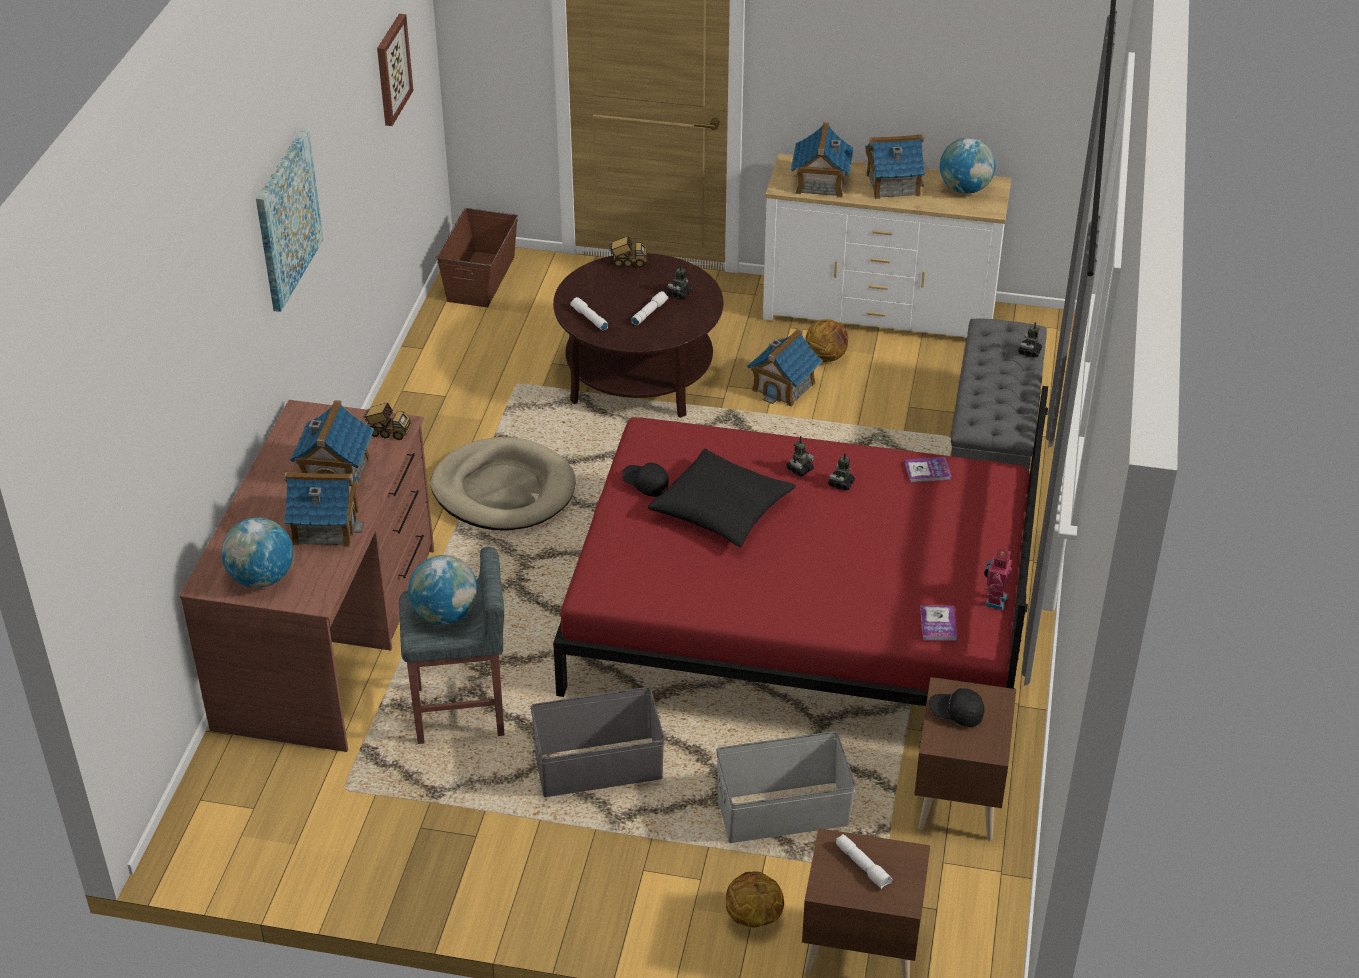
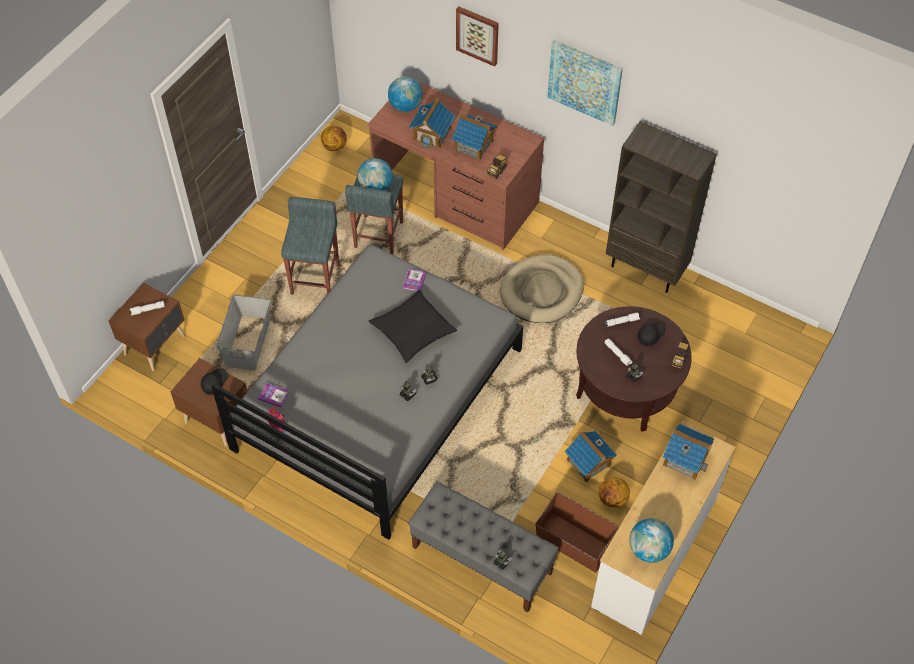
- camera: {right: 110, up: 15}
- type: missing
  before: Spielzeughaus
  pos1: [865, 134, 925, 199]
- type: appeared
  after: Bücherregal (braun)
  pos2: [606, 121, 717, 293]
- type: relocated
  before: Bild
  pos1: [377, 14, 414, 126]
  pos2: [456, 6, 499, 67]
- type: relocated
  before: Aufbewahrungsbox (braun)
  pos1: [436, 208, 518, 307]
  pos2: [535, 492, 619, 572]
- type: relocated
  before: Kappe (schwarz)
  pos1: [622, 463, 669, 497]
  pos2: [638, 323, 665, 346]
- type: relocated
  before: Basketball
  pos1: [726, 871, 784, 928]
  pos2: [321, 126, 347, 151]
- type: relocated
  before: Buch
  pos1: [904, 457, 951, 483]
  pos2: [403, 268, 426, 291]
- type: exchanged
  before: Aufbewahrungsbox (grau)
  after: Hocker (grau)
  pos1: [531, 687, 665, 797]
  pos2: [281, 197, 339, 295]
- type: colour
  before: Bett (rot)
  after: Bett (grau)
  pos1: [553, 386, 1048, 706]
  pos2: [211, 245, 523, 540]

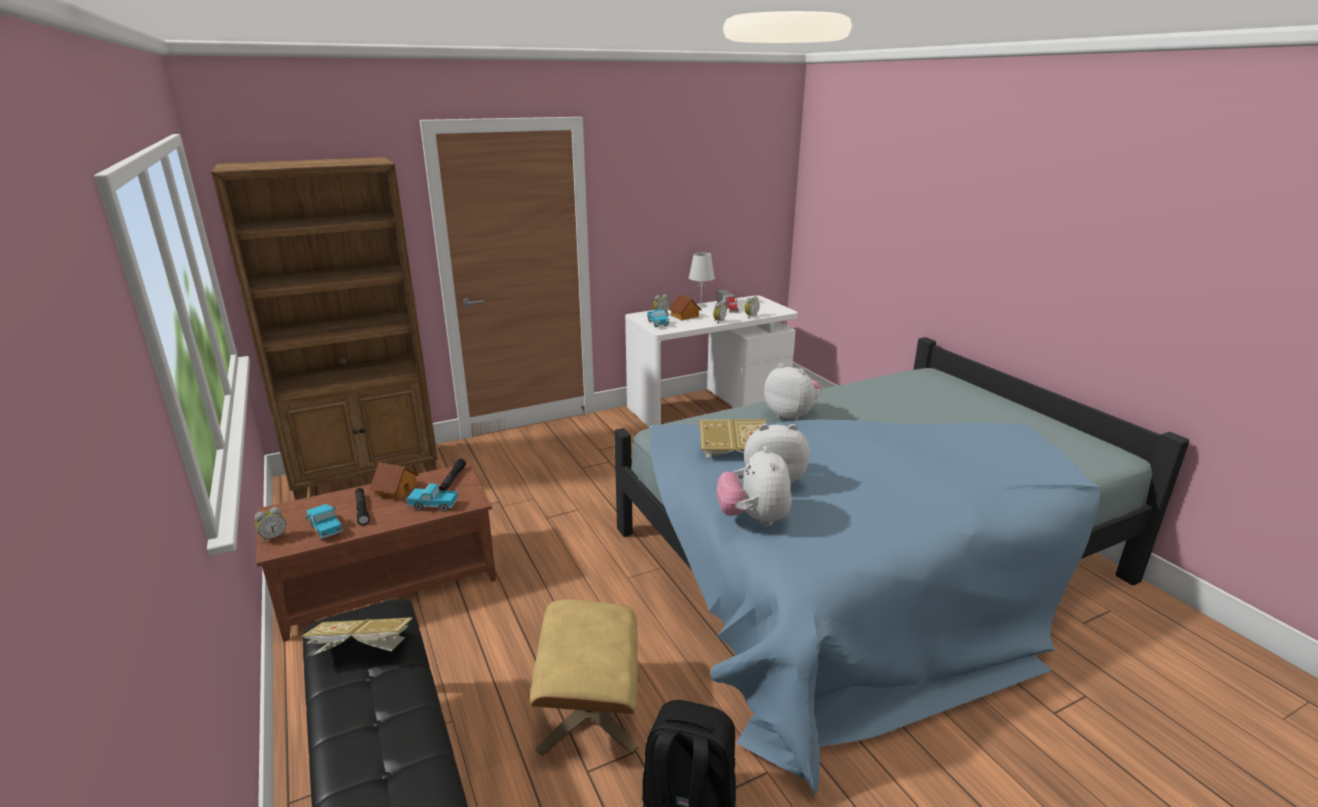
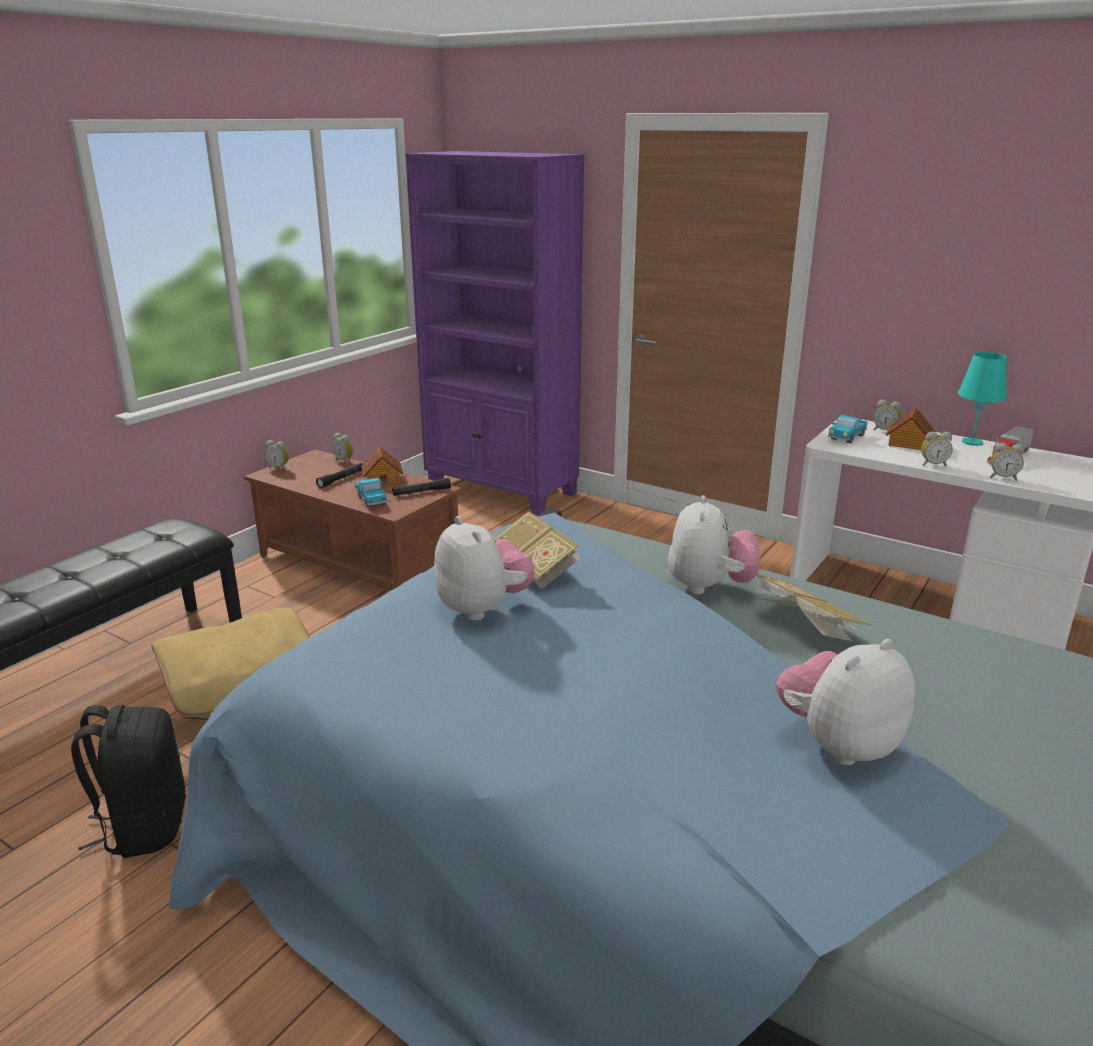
- camera: {right: 60, up: 0}
- type: missing
  before: Spielzeuglaster
  pos1: [305, 504, 343, 540]
- type: appeared
  after: Wecker
  pos2: [332, 433, 353, 464]
- type: relocated
  before: Buch
  pos1: [301, 617, 413, 656]
  pos2: [754, 573, 871, 642]
- type: relocated
  before: Plüschtier
  pos1: [717, 446, 792, 526]
  pos2: [776, 639, 915, 765]
- type: colour
  before: Bücherregal (braun)
  after: Bücherregal (lila)
  pos1: [211, 157, 438, 500]
  pos2: [405, 151, 585, 515]
- type: colour
  before: Tischlampe (weiß)
  after: Tischlampe (türkis)
  pos1: [689, 252, 715, 308]
  pos2: [958, 352, 1007, 446]

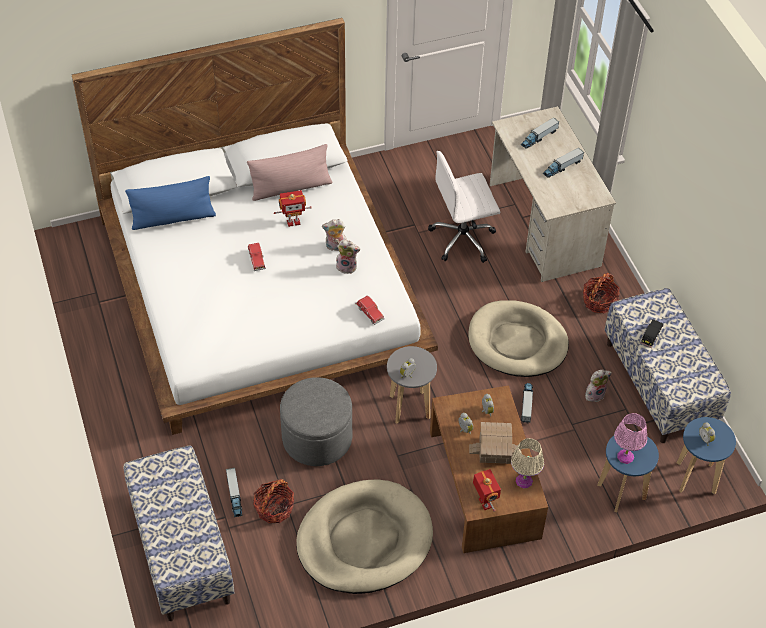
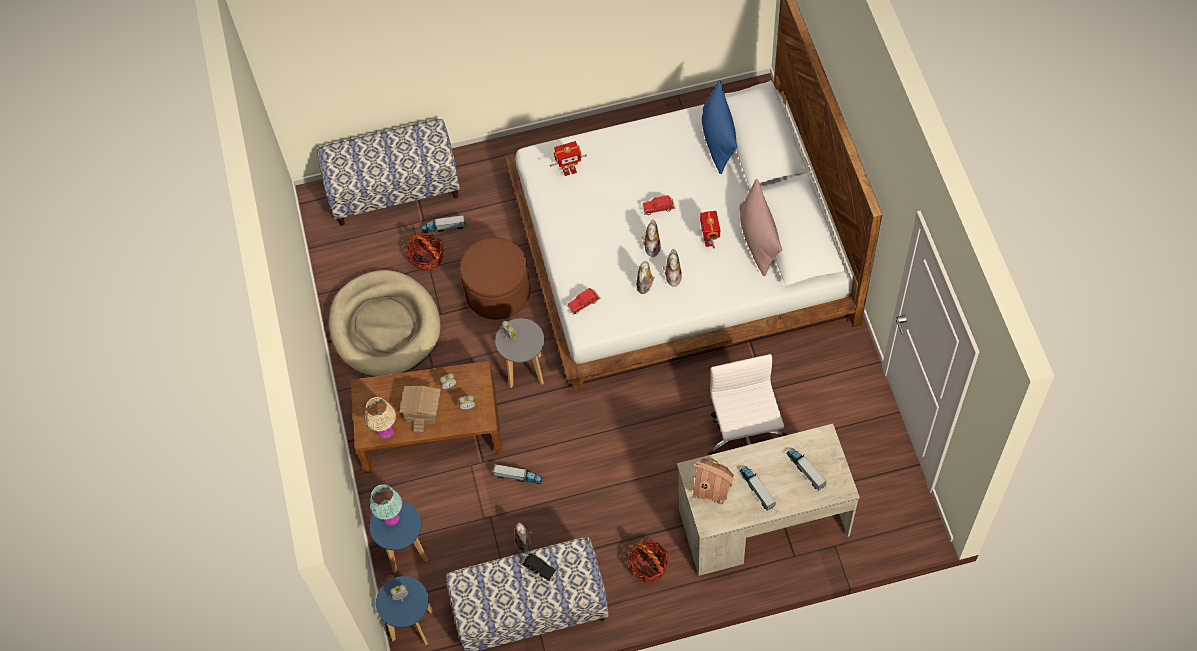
- camera: {right: 100, up: 10}
- type: missing
  before: Hundebett (beige)
  pos1: [468, 300, 569, 377]
- type: appeared
  after: Plüschtier
  pos2: [642, 219, 661, 257]
- type: appeared
  after: Spielzeughaus
  pos2: [693, 458, 734, 504]
- type: relocated
  before: Spielzeugroboter
  pos1: [473, 469, 501, 512]
  pos2: [550, 141, 587, 176]
- type: colour
  before: Polsterhocker (grau)
  after: Polsterhocker (braun)
  pos1: [280, 377, 352, 466]
  pos2: [460, 237, 531, 320]
- type: colour
  before: Tischlampe (rosa)
  after: Tischlampe (türkis)
  pos1: [614, 413, 647, 464]
  pos2: [370, 484, 402, 525]

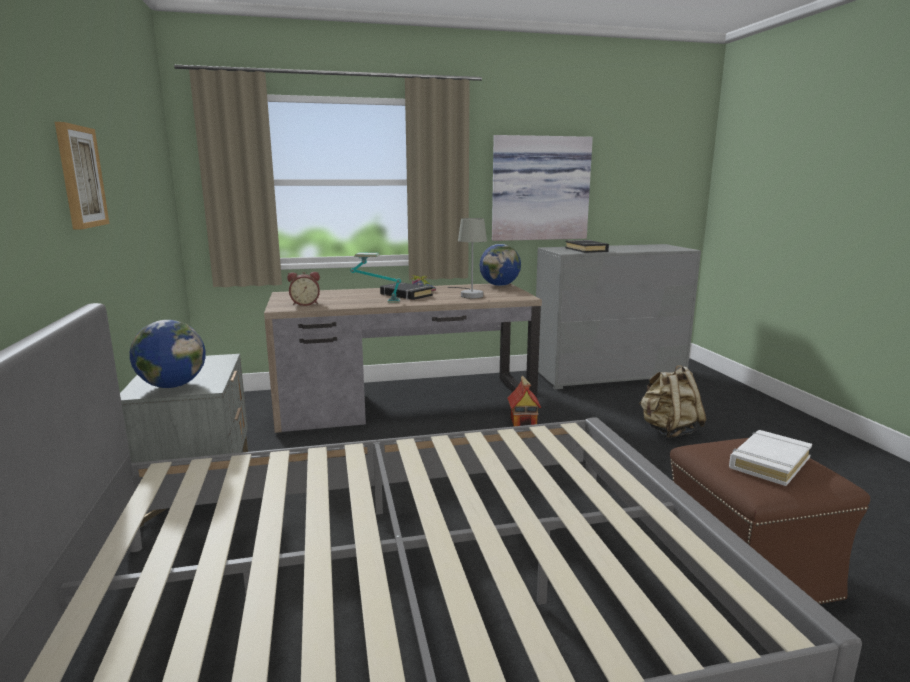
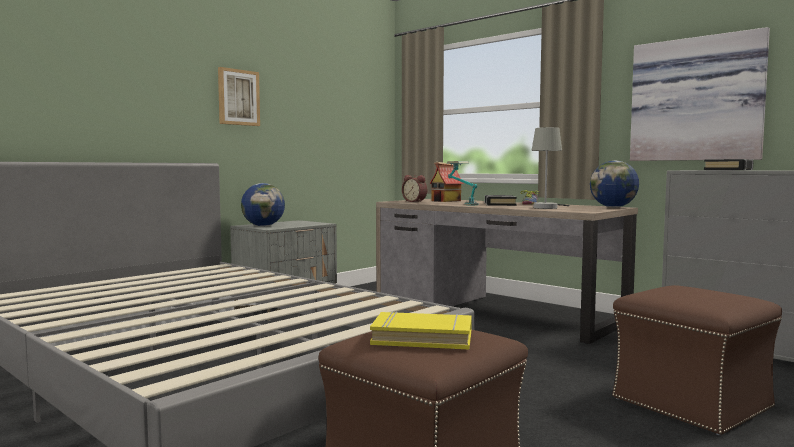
- camera: {right: 55, up: -10}
- type: relocated
  before: Spielzeughaus
  pos1: [507, 375, 541, 426]
  pos2: [429, 162, 464, 202]
- type: exchanged
  before: Rucksack (beige)
  after: Polsterhocker (braun)
  pos1: [639, 365, 706, 438]
  pos2: [612, 285, 782, 435]
- type: colour
  before: Buch (weiß)
  after: Buch (gelb)
  pos1: [729, 430, 812, 486]
  pos2: [370, 311, 472, 349]

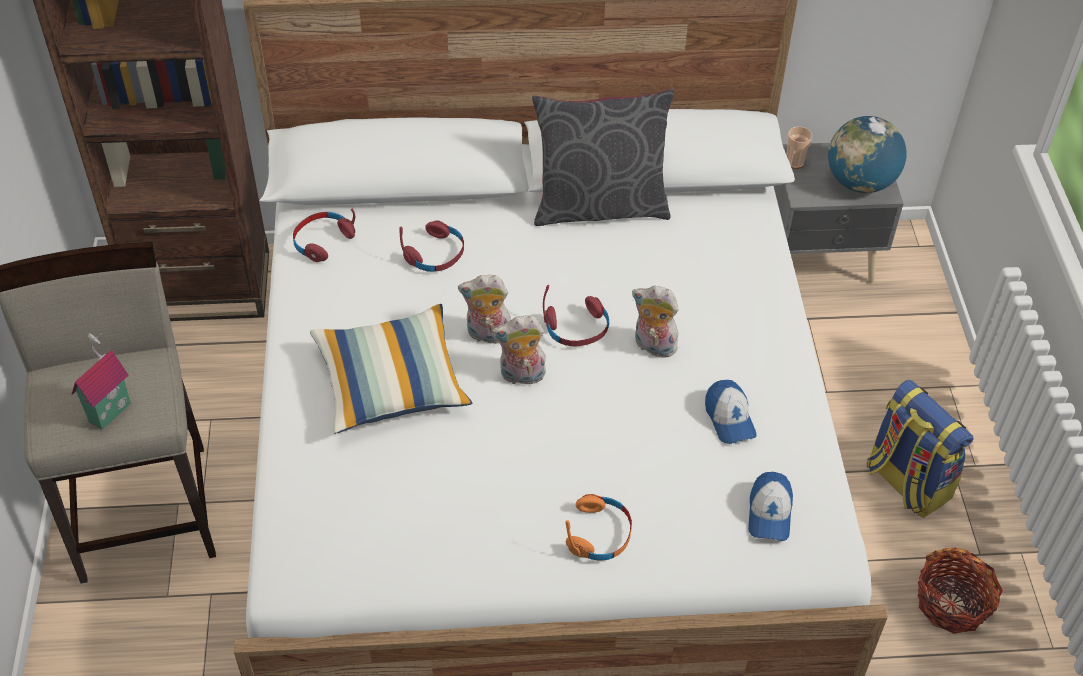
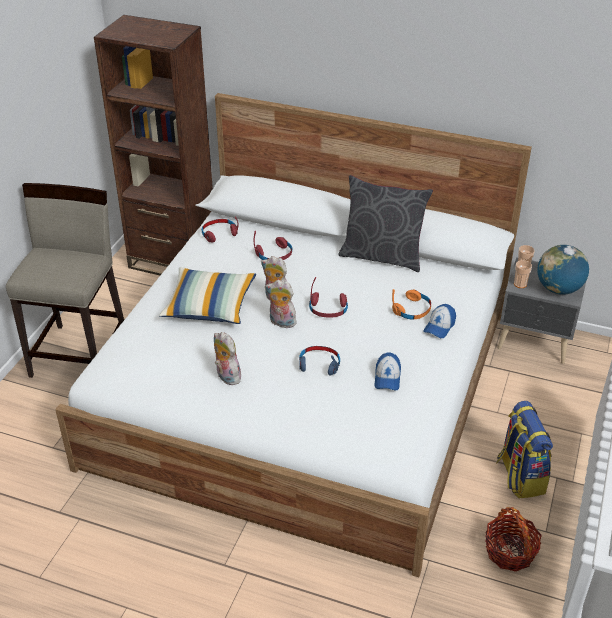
- camera: {right: 25, up: -10}
- type: missing
  before: Spielzeughaus
  pos1: [71, 333, 131, 430]
- type: appeared
  after: Kopfhörer (blau)
  pos2: [299, 346, 340, 375]
- type: appeared
  after: Tasse
  pos2: [514, 260, 532, 288]
- type: relocated
  before: Kopfhörer (orange)
  pos1: [566, 494, 632, 561]
  pos2: [392, 289, 431, 319]
- type: relocated
  before: Plüschtier
  pos1: [632, 286, 679, 358]
  pos2: [214, 332, 244, 385]
- type: relocated
  before: Kappe
  pos1: [748, 472, 793, 541]
  pos2: [423, 304, 456, 338]

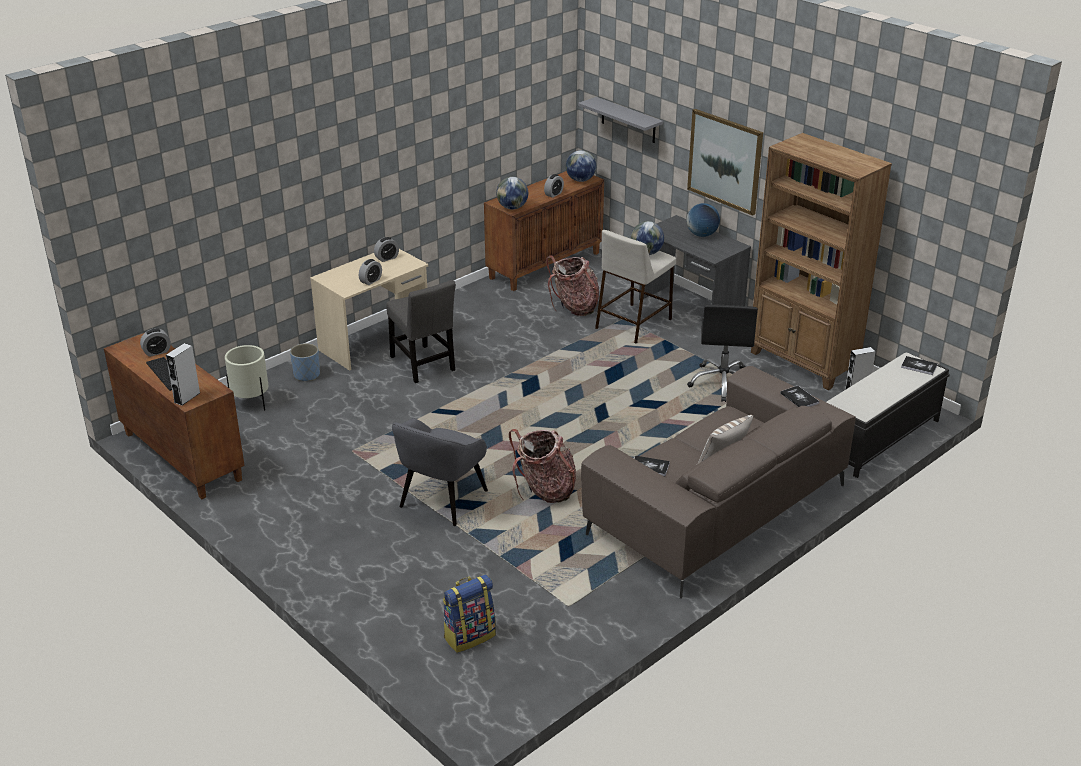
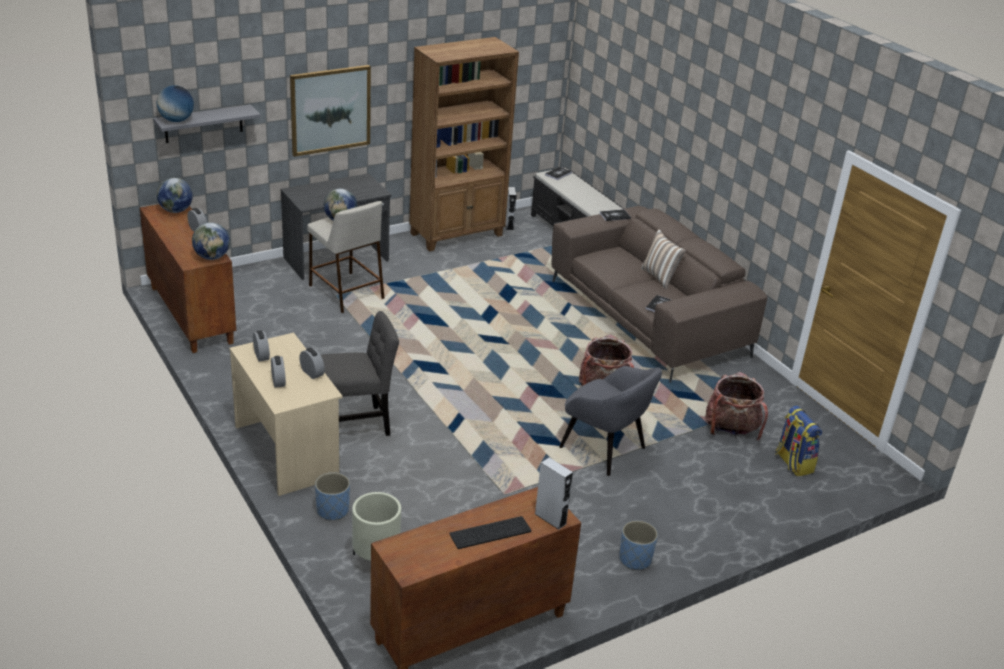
- camera: {right: -80, up: 0}
- type: missing
  before: Bürostuhl (schwarz)
  pos1: [687, 304, 758, 402]
- type: appeared
  after: Pflanzkübel (blau)
  pos2: [619, 520, 658, 570]
- type: relocated
  before: Wecker
  pos1: [140, 328, 171, 357]
  pos2: [271, 356, 286, 388]
- type: relocated
  before: Rucksack
  pos1: [546, 255, 599, 316]
  pos2: [705, 372, 768, 441]
- type: relocated
  before: Globus
  pos1: [686, 203, 720, 237]
  pos2: [157, 85, 194, 122]

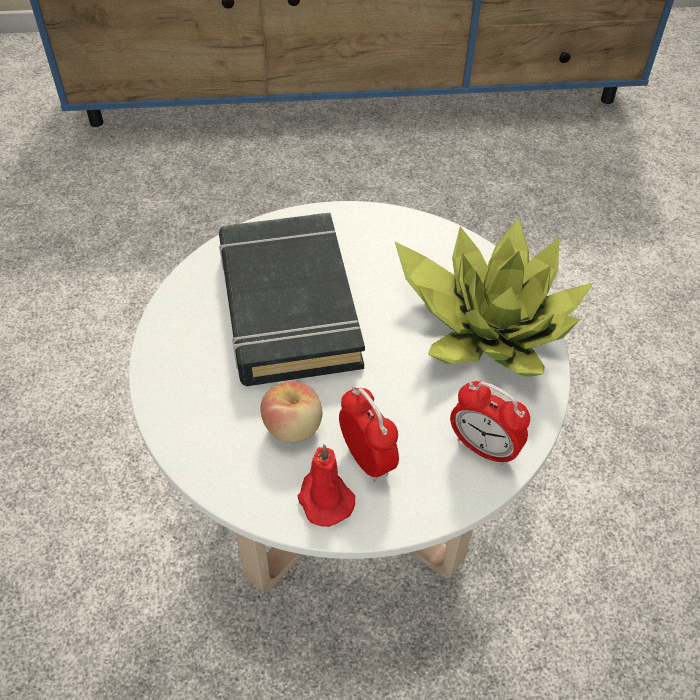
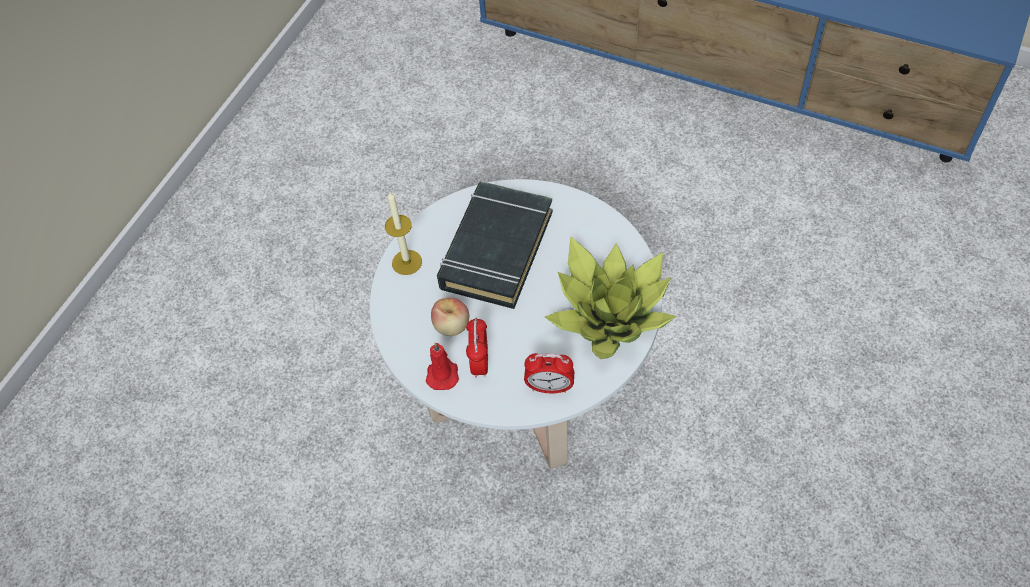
- camera: {right: 35, up: 5}
- type: appeared
  after: Kerze
  pos2: [385, 192, 422, 275]
- type: spun
  before: Wecker
  pos1: [450, 381, 530, 466]
  pos2: [524, 353, 574, 393]
  turn: -60

